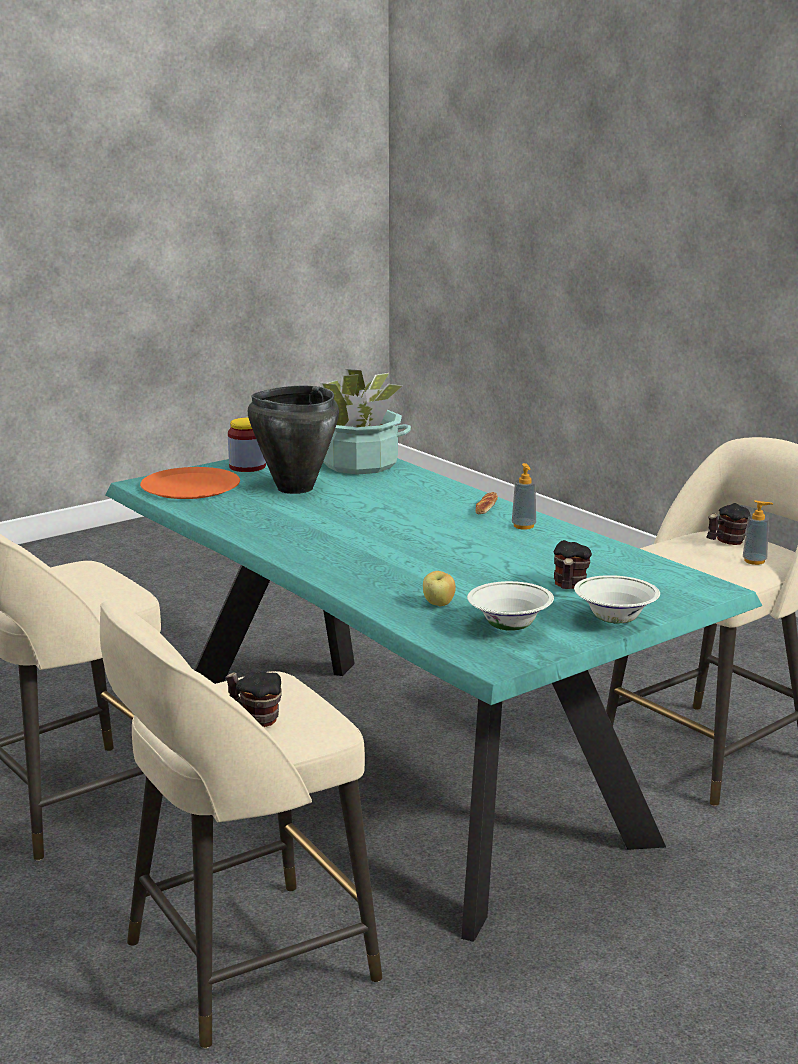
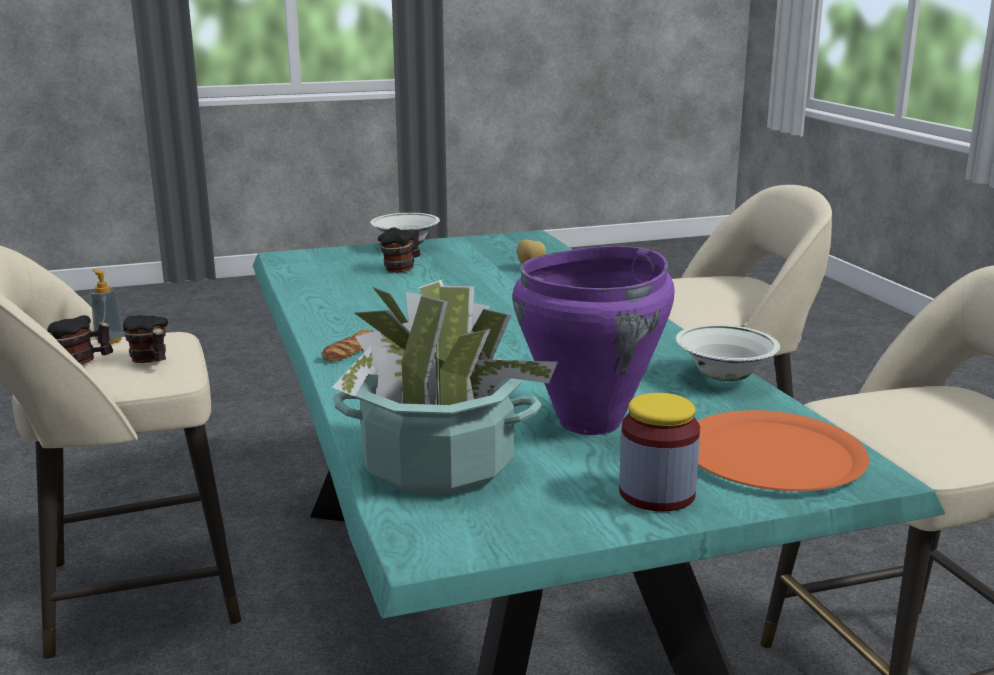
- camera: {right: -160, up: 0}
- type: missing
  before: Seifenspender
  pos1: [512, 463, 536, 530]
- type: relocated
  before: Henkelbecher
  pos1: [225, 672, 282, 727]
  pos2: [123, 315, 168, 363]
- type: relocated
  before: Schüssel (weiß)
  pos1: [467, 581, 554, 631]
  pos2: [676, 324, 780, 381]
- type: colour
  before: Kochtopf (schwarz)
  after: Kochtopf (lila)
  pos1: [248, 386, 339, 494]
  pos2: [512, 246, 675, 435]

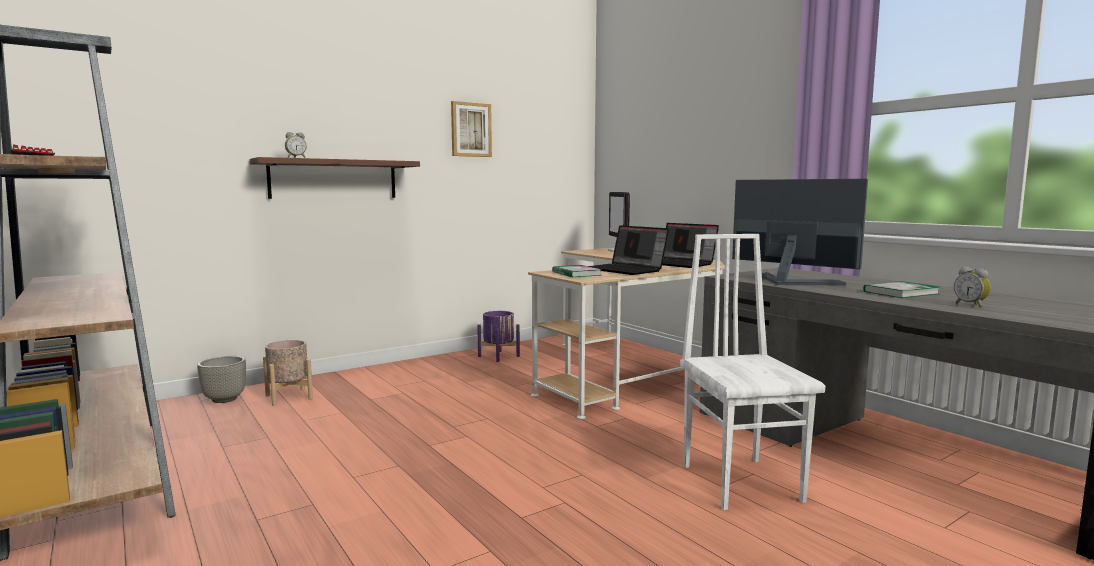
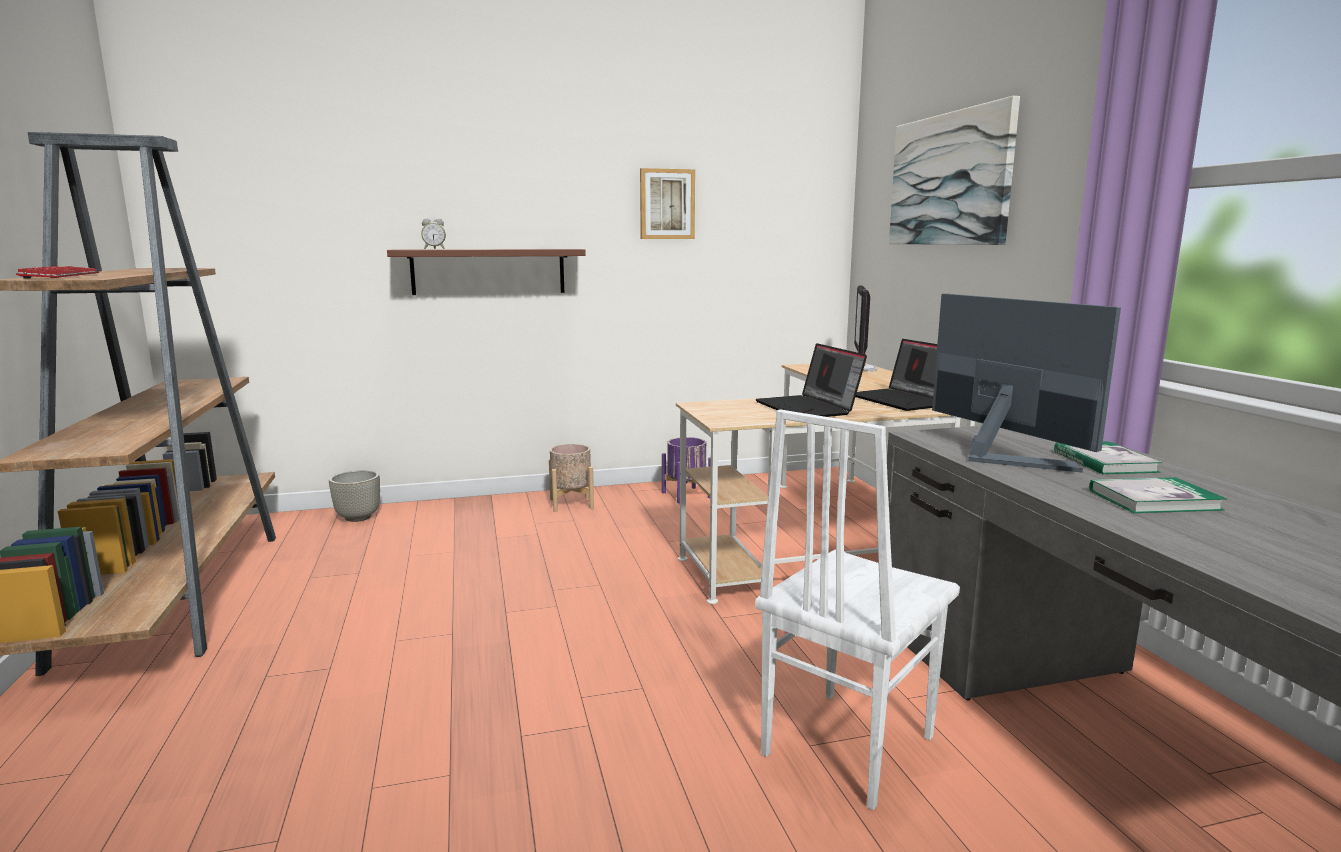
- camera: {right: 20, up: 5}
- type: missing
  before: Wecker
  pos1: [954, 267, 991, 307]
- type: appeared
  after: Bild
  pos2: [889, 96, 1020, 245]
- type: relocated
  before: Pflanzkübel (beige)
  pos1: [263, 340, 313, 406]
  pos2: [549, 444, 594, 512]
- type: relocated
  before: Buch
  pos1: [552, 265, 602, 277]
  pos2: [1054, 441, 1162, 474]
- type: spun
  before: Stuhl (weiß)
  pos1: [680, 234, 825, 510]
  pos2: [755, 409, 960, 810]
  turn: -150

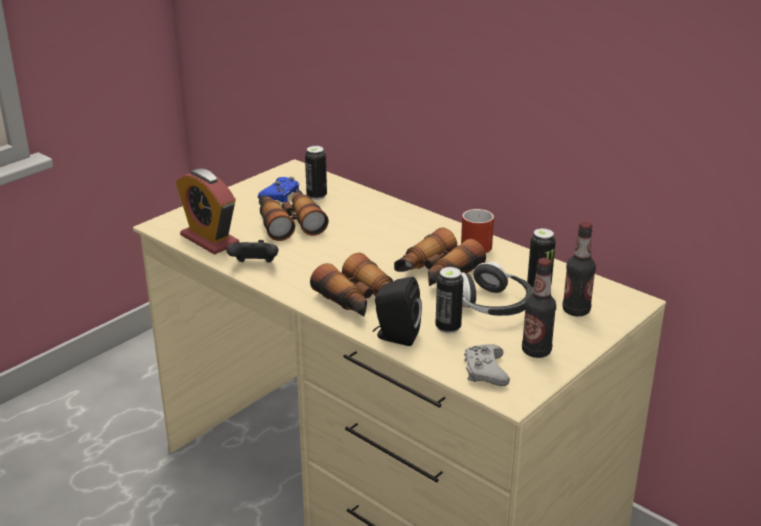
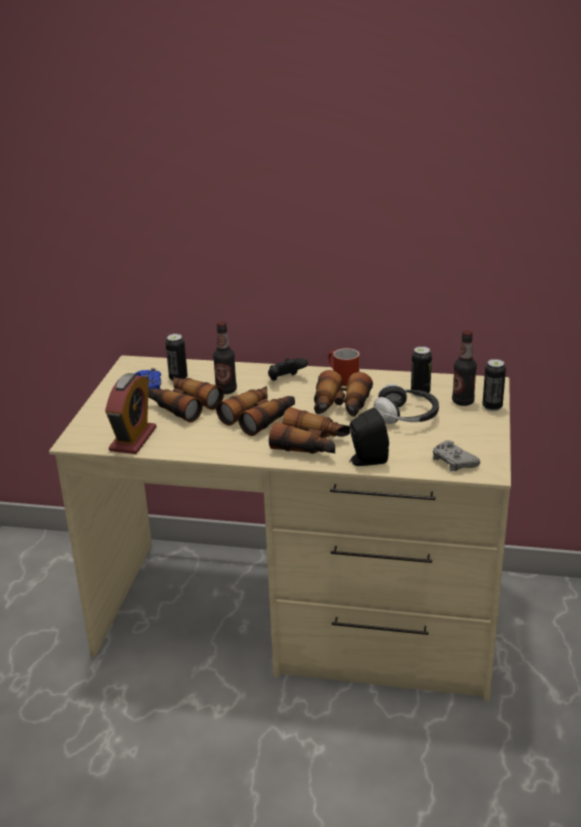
- camera: {right: -30, up: 0}
- type: appeared
  after: Fernglas
  pos2: [216, 386, 295, 436]
- type: relocated
  before: Gamepad (schwarz)
  pos1: [226, 240, 278, 263]
  pos2: [268, 358, 308, 381]
- type: relocated
  before: Dose
  pos1: [435, 267, 463, 334]
  pos2: [482, 359, 506, 411]
- type: relocated
  before: Flasche
  pos1: [522, 258, 556, 358]
  pos2: [213, 321, 237, 394]
- type: spun
  before: Wecker
  pos1: [176, 168, 239, 255]
  pos2: [105, 373, 157, 454]
  turn: -90

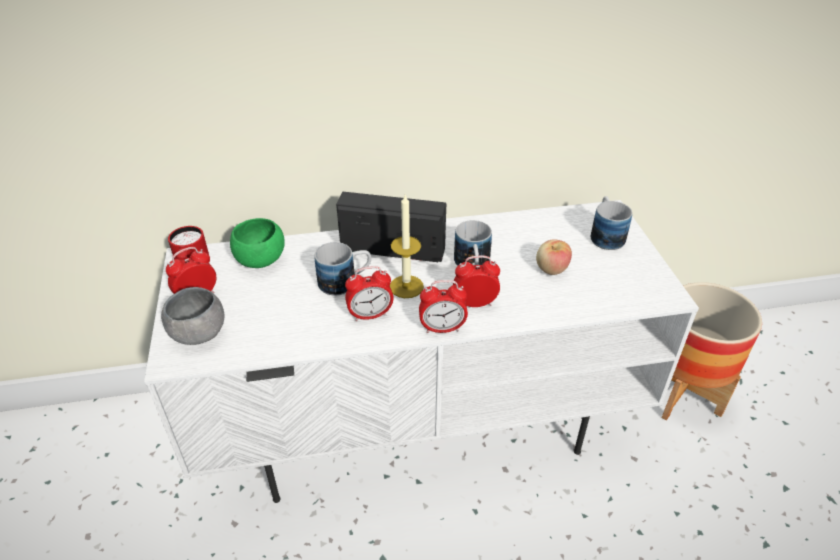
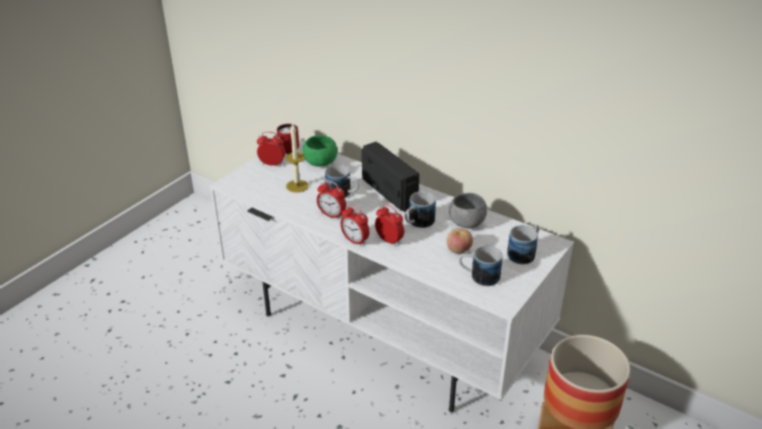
- camera: {right: 45, up: -5}
- type: appeared
  after: Henkelbecher
  pos2: [459, 246, 503, 286]
- type: relocated
  before: Schüssel (grau)
  pos1: [161, 287, 224, 345]
  pos2: [449, 193, 487, 229]
- type: relocated
  before: Kerze
  pos1: [390, 195, 424, 298]
  pos2: [285, 123, 308, 193]

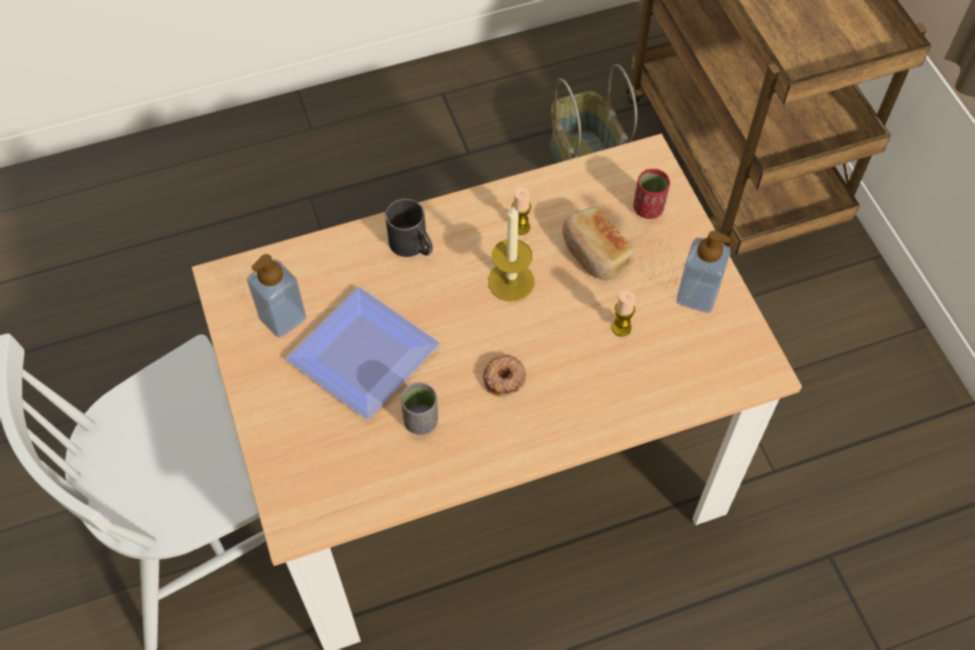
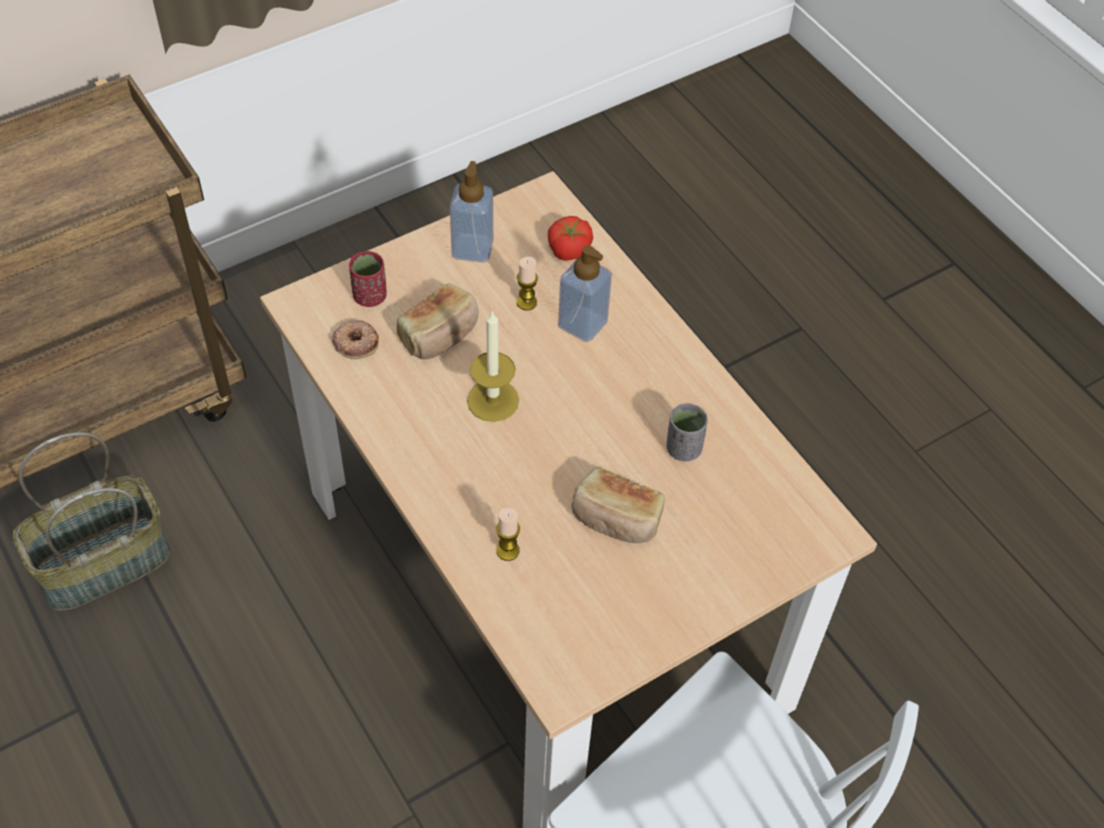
- camera: {right: -105, up: -5}
- type: missing
  before: Henkelbecher (schwarz)
  pos1: [385, 199, 433, 257]
- type: appeared
  after: Tomate
  pos2: [548, 216, 593, 261]
- type: relocated
  before: Seifenspender
  pos1: [247, 254, 307, 338]
  pos2: [558, 245, 612, 342]
- type: relocated
  before: Donut
  pos1: [483, 355, 526, 397]
  pos2: [331, 320, 379, 359]
- type: relocated
  before: Kerze
  pos1: [512, 187, 531, 235]
  pos2: [496, 507, 520, 561]
- type: exchanged
  before: Teller
  after: Brot
  pos1: [286, 287, 439, 419]
  pos2: [571, 467, 665, 543]

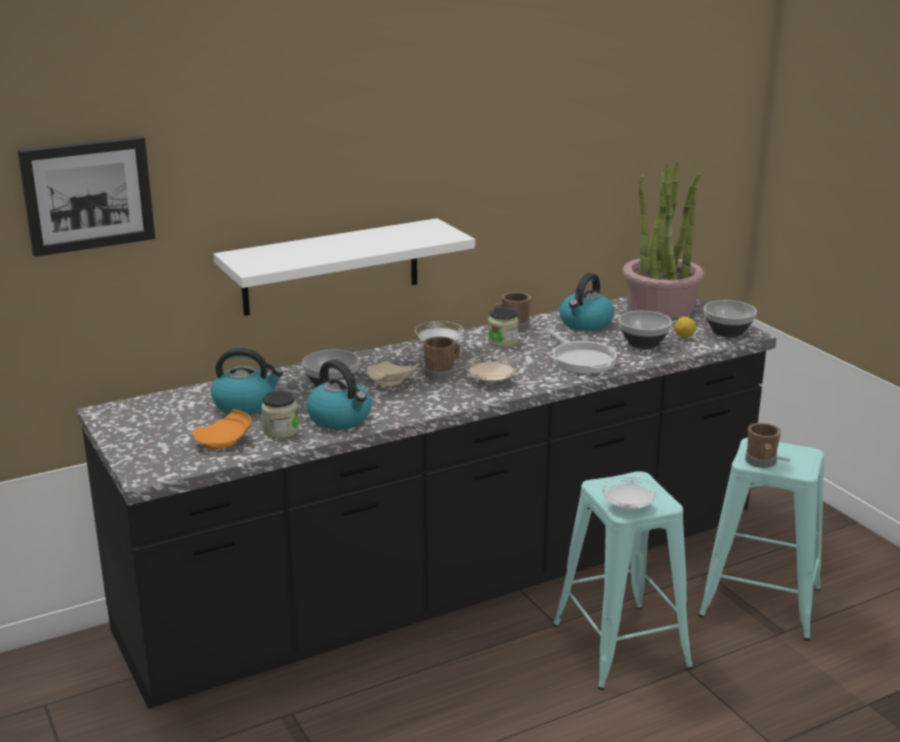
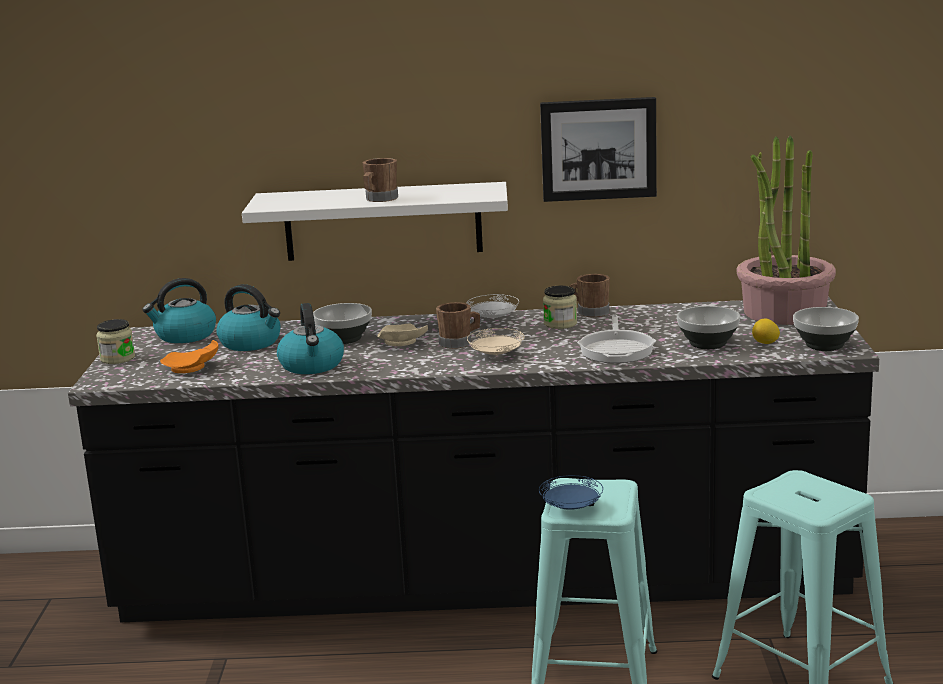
- camera: {right: 30, up: -5}
- type: relocated
  before: Bild
  pos1: [17, 136, 155, 257]
  pos2: [540, 97, 657, 202]
- type: relocated
  before: Vorratsglas
  pos1: [261, 391, 299, 439]
  pos2: [96, 319, 135, 364]
- type: relocated
  before: Wasserkessel
  pos1: [559, 273, 614, 331]
  pos2: [143, 278, 216, 343]
- type: relocated
  before: Henkelbecher (braun)
  pos1: [745, 423, 781, 468]
  pos2: [363, 158, 398, 202]
- type: colour
  before: Teller (weiß)
  after: Teller (blau)
  pos1: [601, 477, 658, 509]
  pos2: [539, 475, 603, 510]

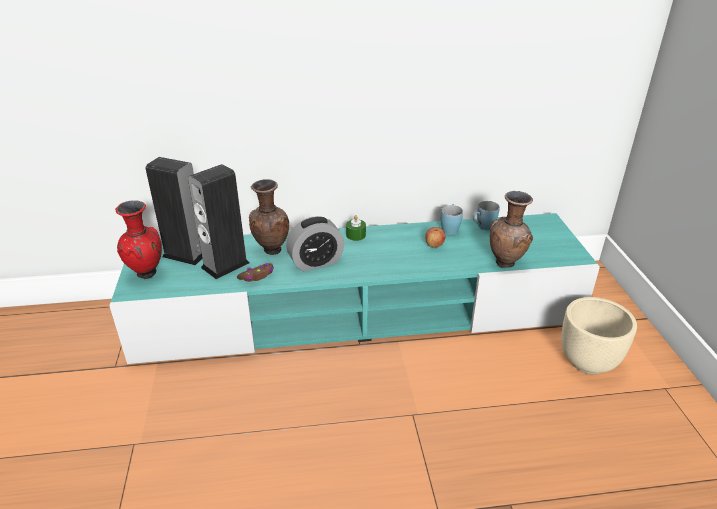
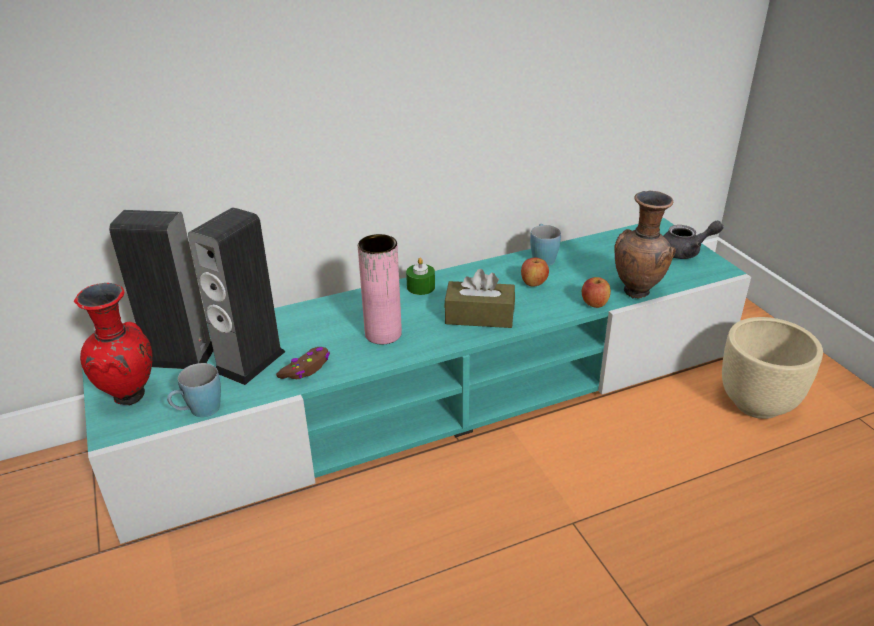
- camera: {right: -15, up: 0}
- type: missing
  before: Vase (braun)
  pos1: [249, 179, 289, 255]
- type: appeared
  after: Taschentuchbox (braun)
  pos2: [444, 269, 515, 328]
- type: appeared
  after: Apfel
  pos2: [582, 277, 611, 308]
- type: appeared
  after: Teekanne (grau)
  pos2: [664, 220, 723, 259]
- type: relocated
  before: Henkelbecher (blau)
  pos1: [473, 201, 500, 230]
  pos2: [167, 363, 221, 417]
- type: exchanged
  before: Wecker
  after: Vase (rosa)
  pos1: [286, 216, 344, 271]
  pos2: [358, 234, 402, 344]

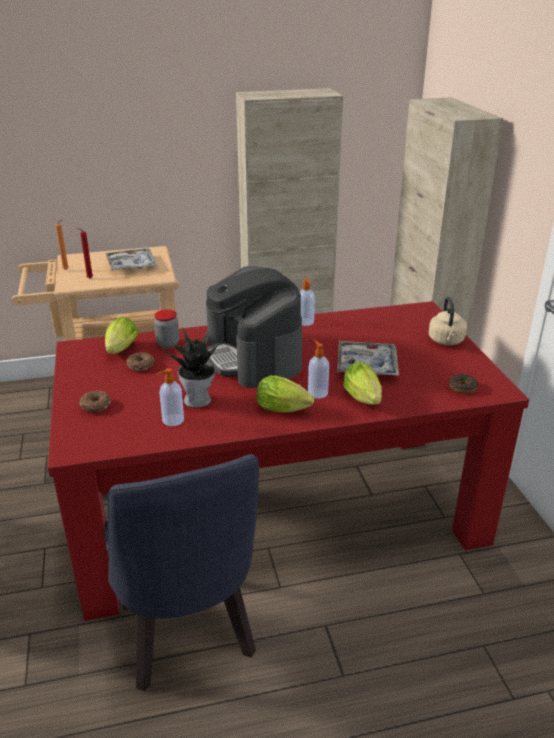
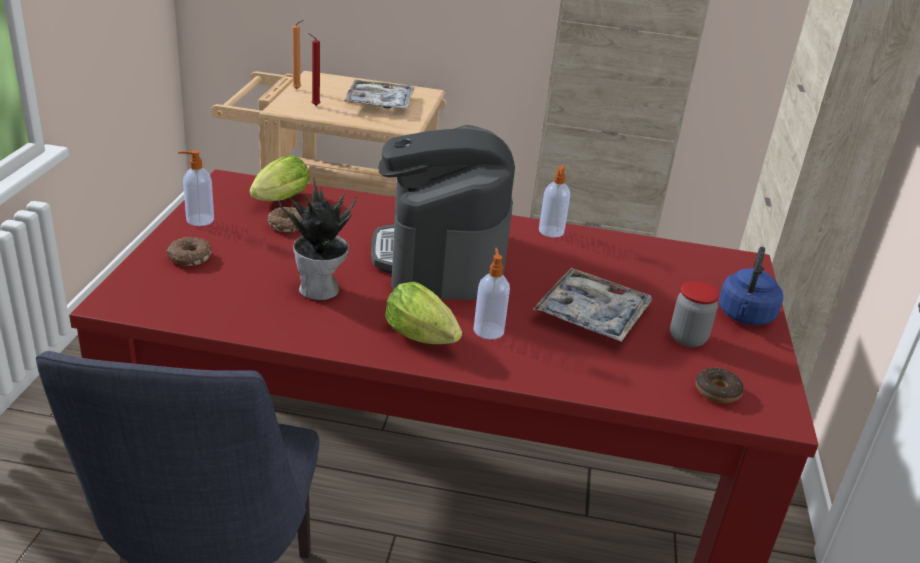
- camera: {right: 20, up: 0}
- type: missing
  before: Salatkopf
  pos1: [343, 362, 382, 405]
- type: relocated
  before: Vorratsglas
  pos1: [154, 309, 179, 348]
  pos2: [670, 282, 720, 347]
- type: relocated
  before: Seifenspender
  pos1: [156, 368, 184, 426]
  pos2: [178, 150, 214, 226]
- type: colour
  before: Wasserkessel (beige)
  after: Wasserkessel (blau)
  pos1: [429, 297, 467, 345]
  pos2: [719, 247, 783, 325]

